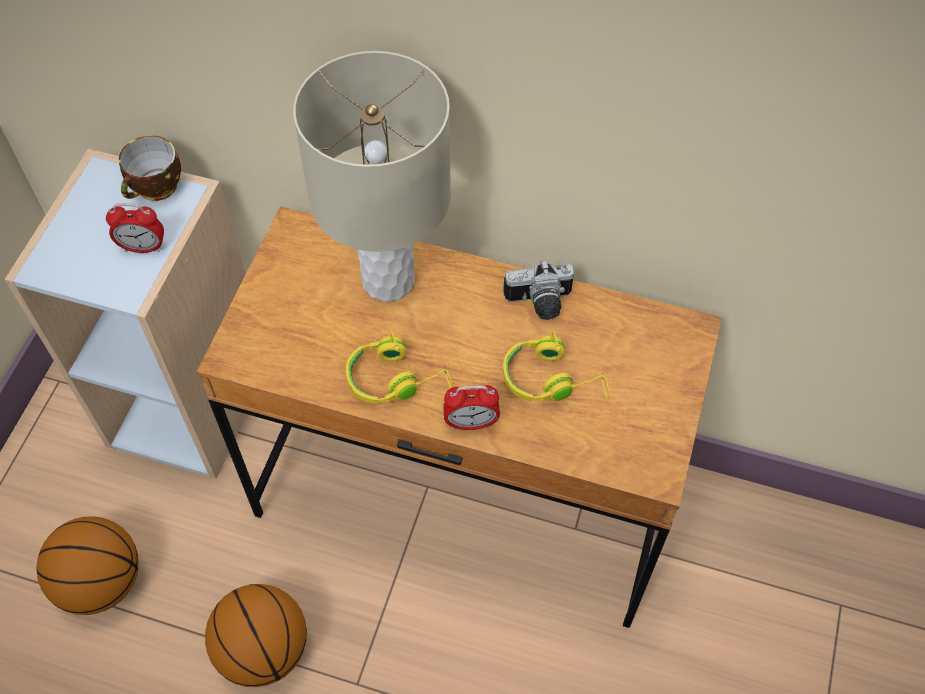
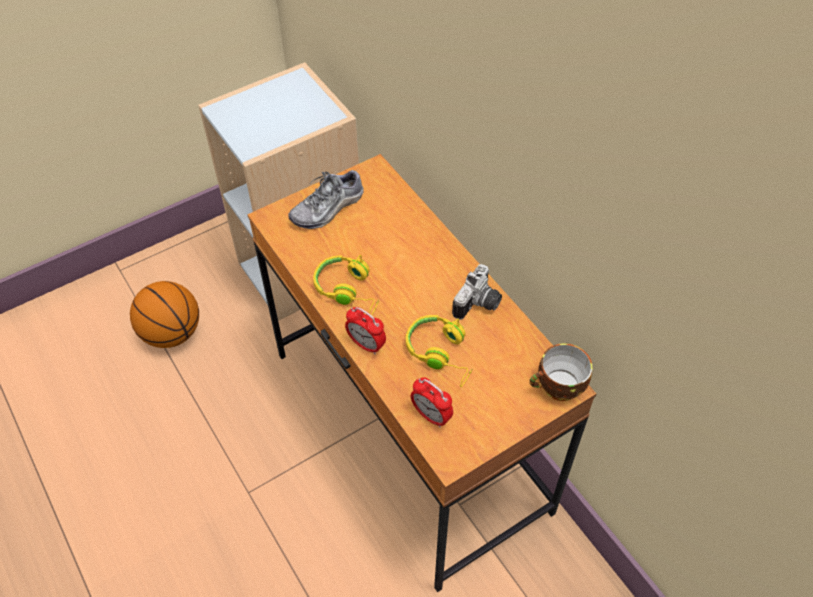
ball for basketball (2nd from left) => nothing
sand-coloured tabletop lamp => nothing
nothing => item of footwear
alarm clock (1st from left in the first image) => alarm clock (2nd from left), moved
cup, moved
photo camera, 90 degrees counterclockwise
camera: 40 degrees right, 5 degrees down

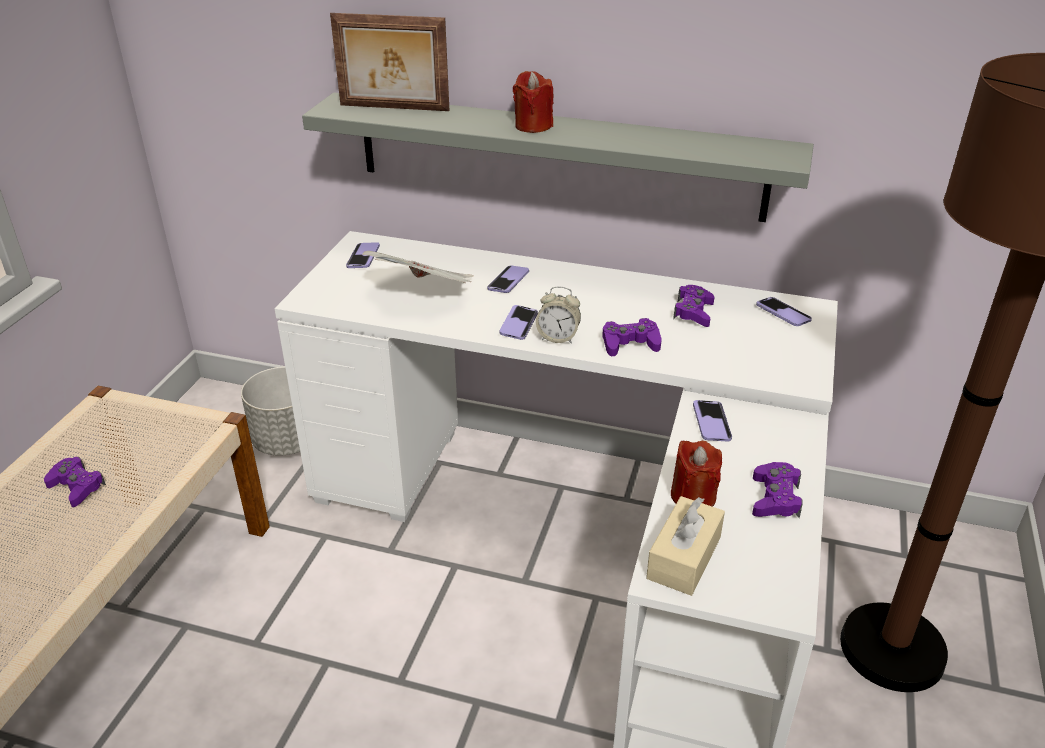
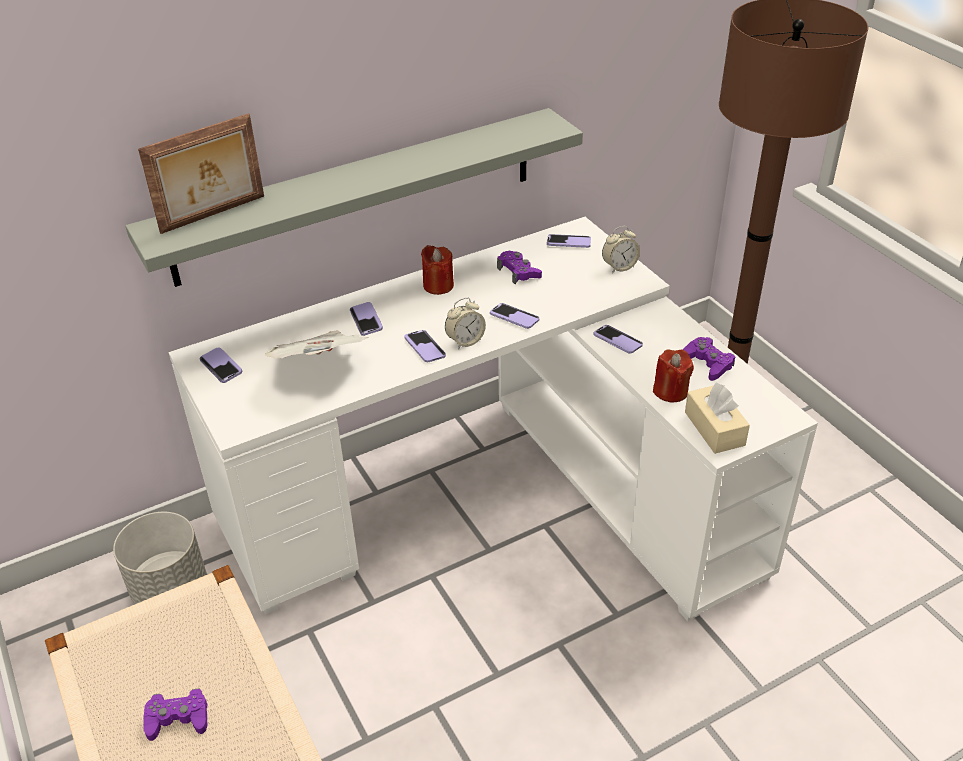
nothing => alarm clock (2nd from left)
red-coloured wax light (1st from left), moved
purple game controller (2nd from left) => phone (4th from left)
camera: 45 degrees left, 5 degrees up

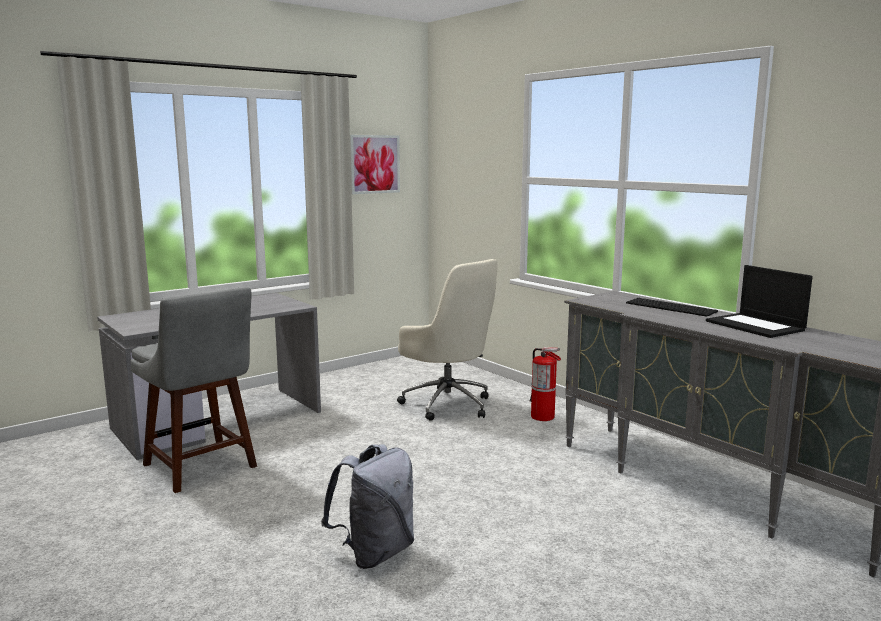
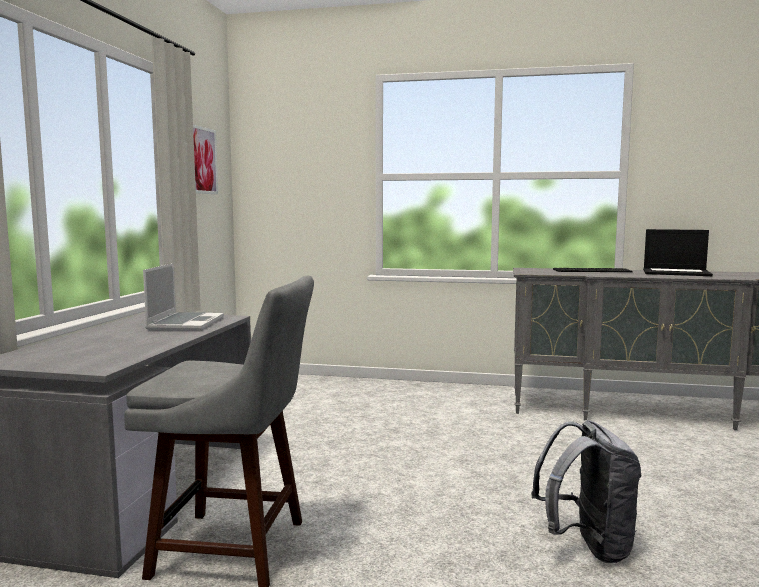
sand-coloured computer chair => nothing
extinguisher => nothing
nothing => laptop (1st from left)
camera: 40 degrees left, 5 degrees down

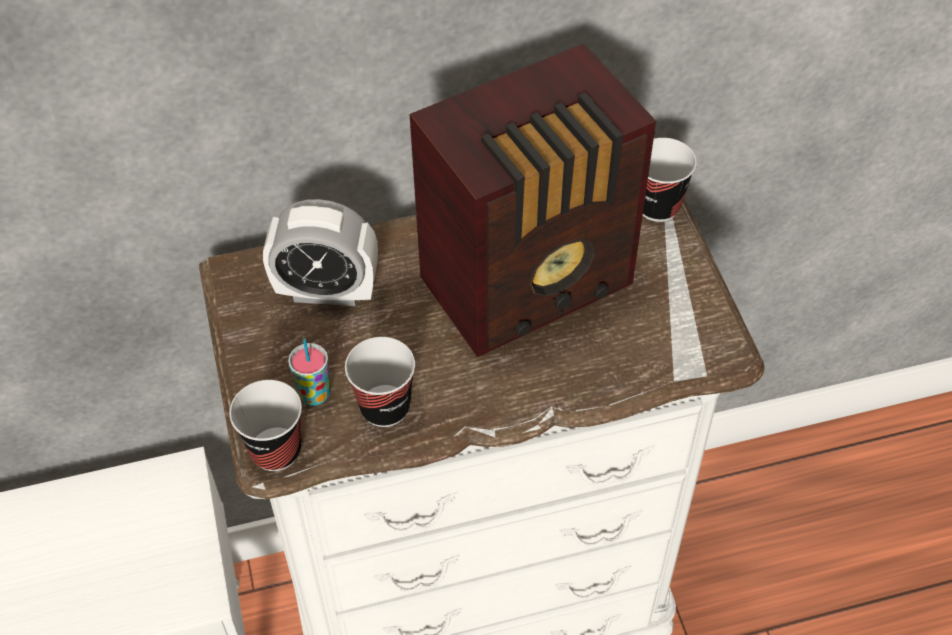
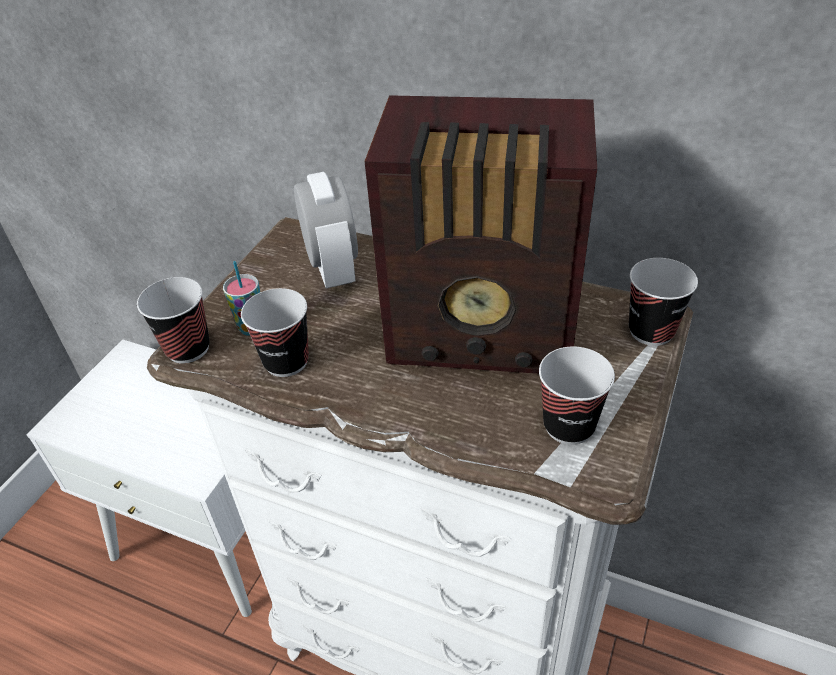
nothing => cup (4th from left)
alarm clock, 150 degrees counterclockwise
camera: 40 degrees right, 10 degrees down

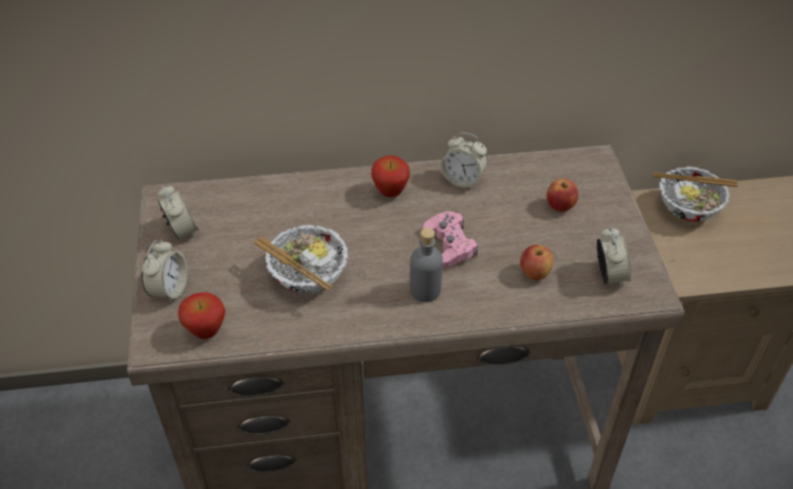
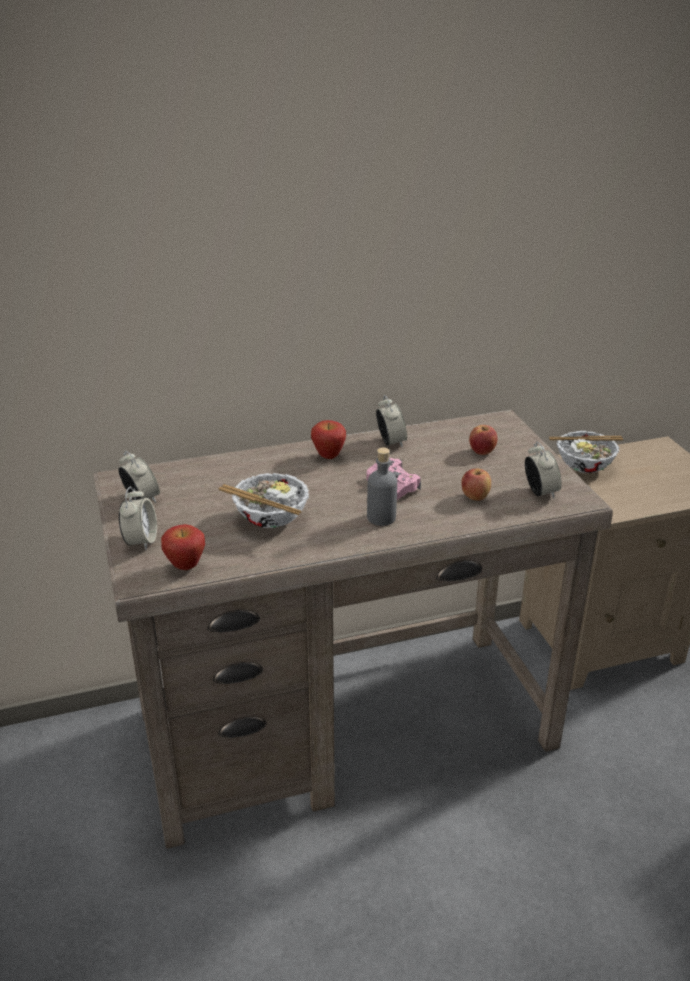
alarm clock (3rd from left), 120 degrees counterclockwise
camera: 10 degrees left, 15 degrees down

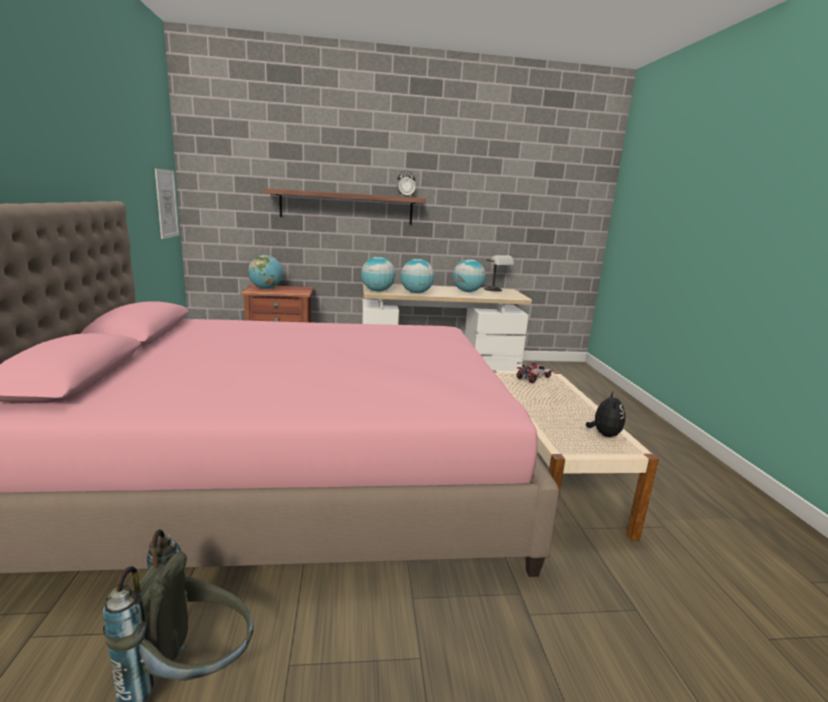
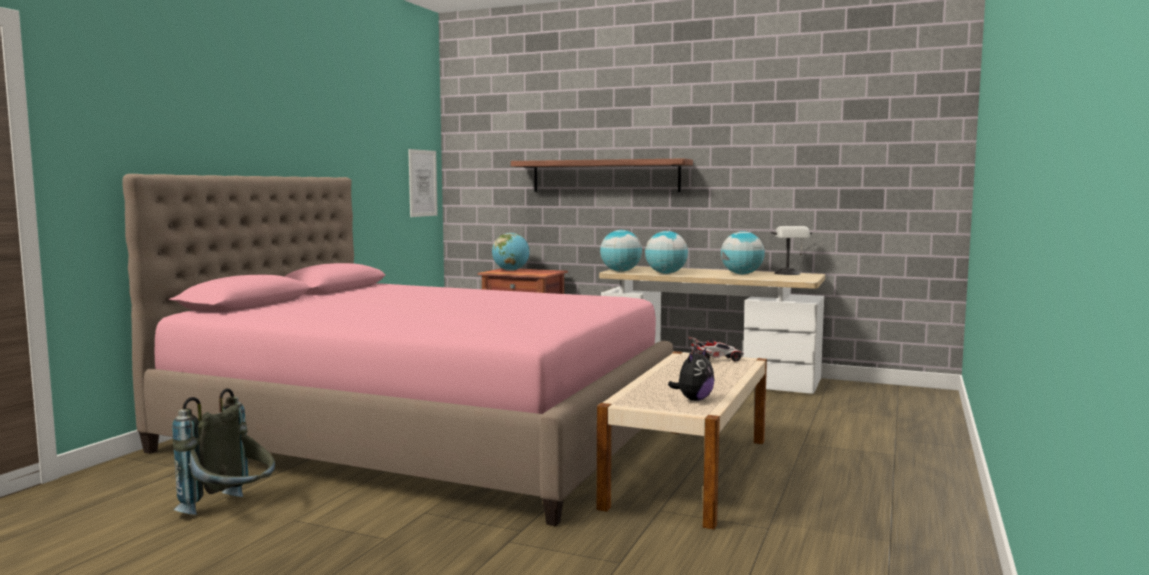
alarm clock => nothing
camera: 30 degrees right, 10 degrees down

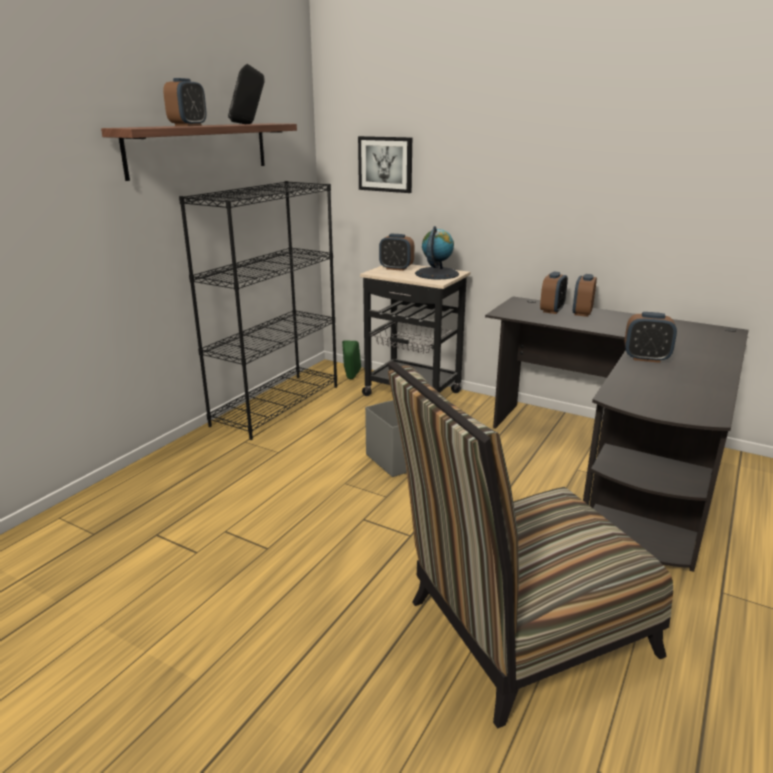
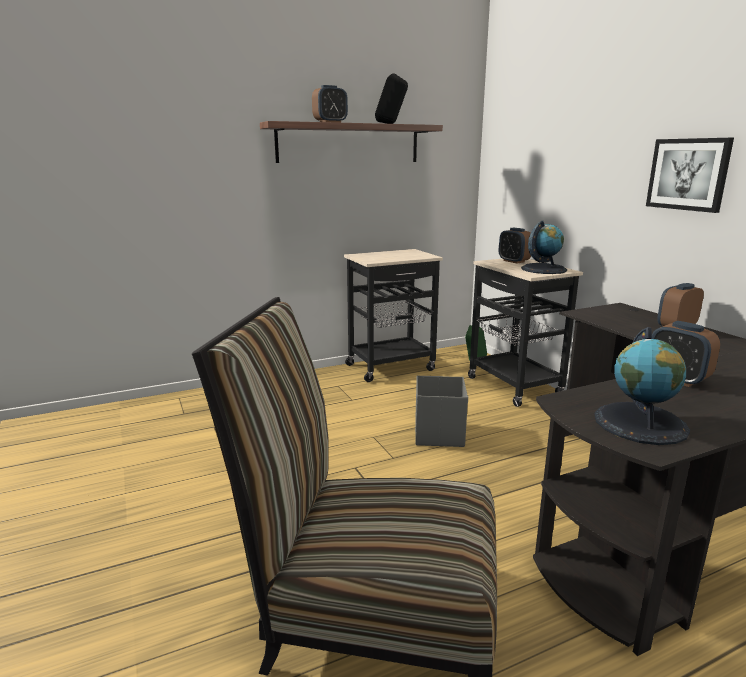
alarm clock (3rd from left) => nothing
nothing => desk globe (2nd from left)
wall picture, moved
blackish bookshelf => wheeled cart (1st from left)
camera: 35 degrees right, 5 degrees down

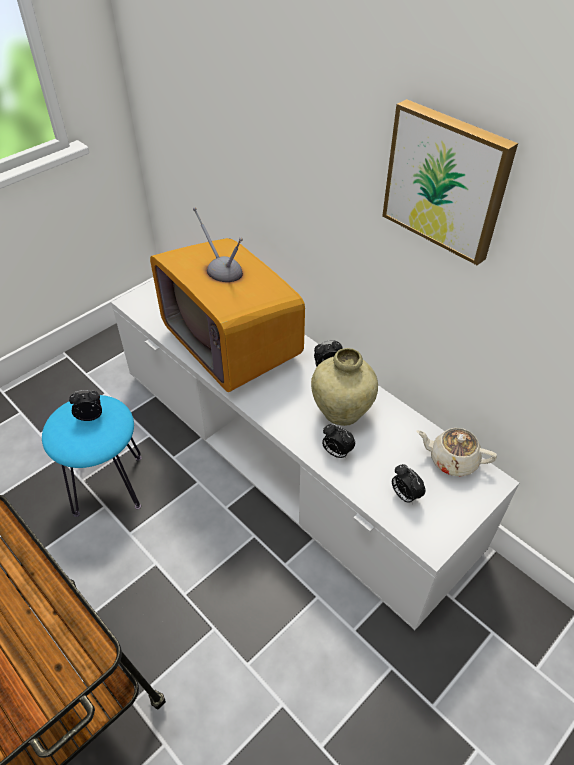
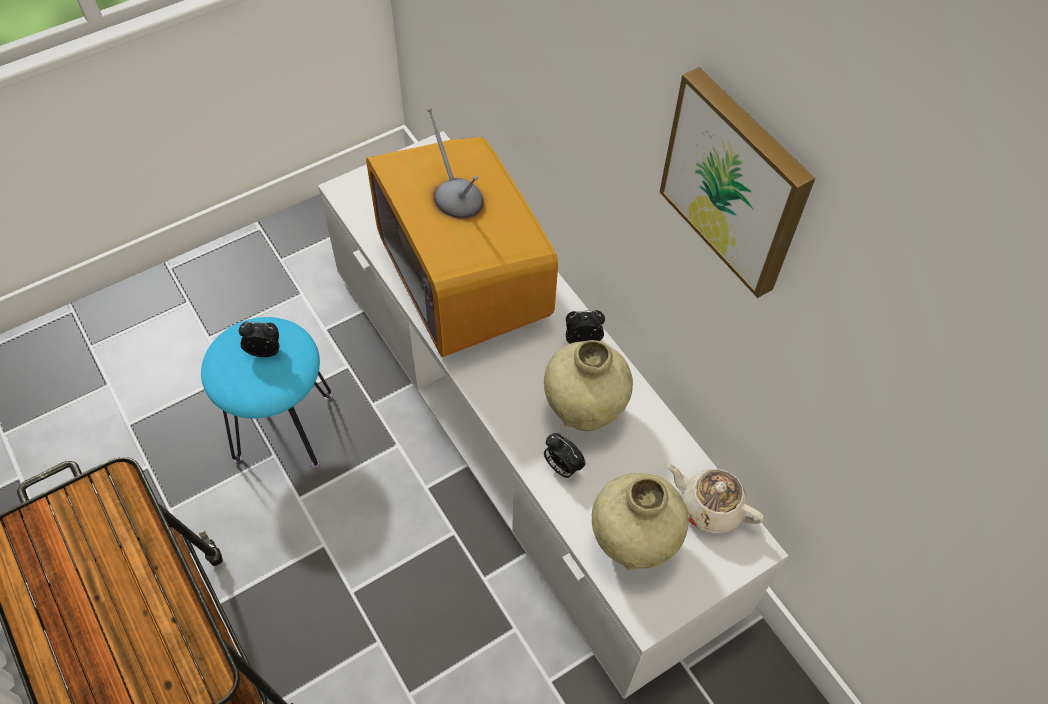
alarm clock (4th from left) => sand-coloured decorative vase (2nd from left)
camera: 10 degrees right, 10 degrees up

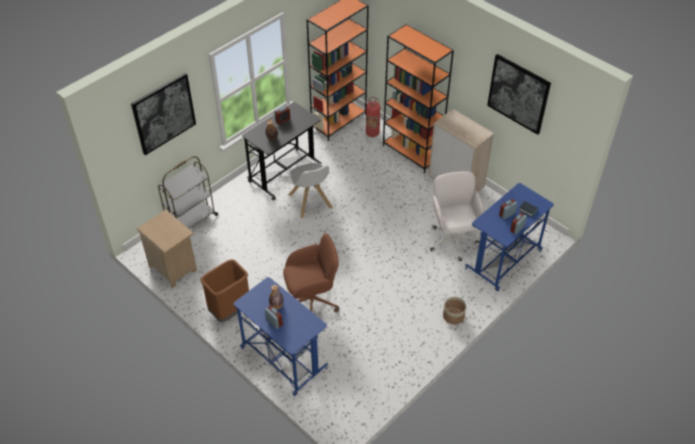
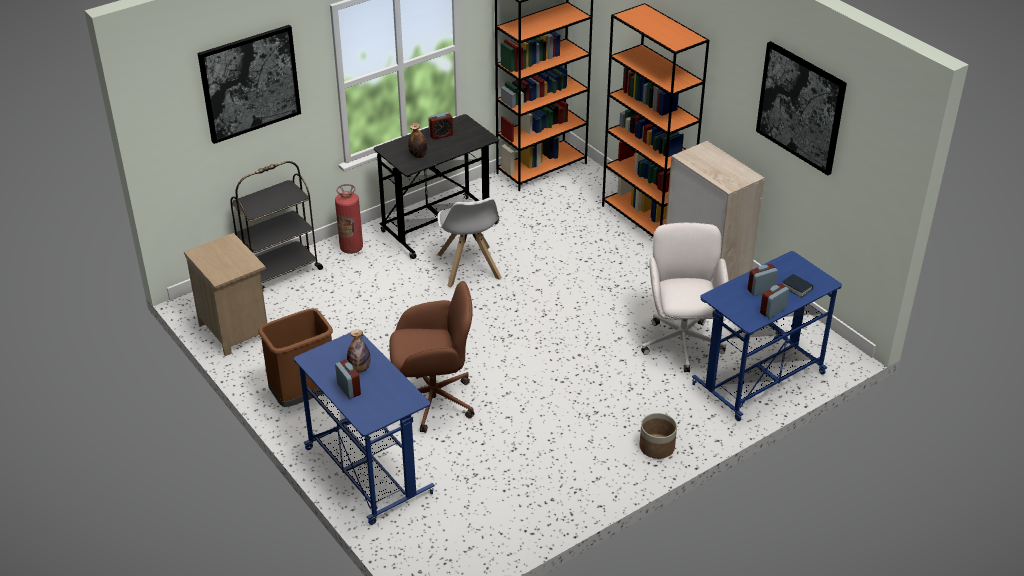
extinguisher, moved
camera: 10 degrees right, 10 degrees down

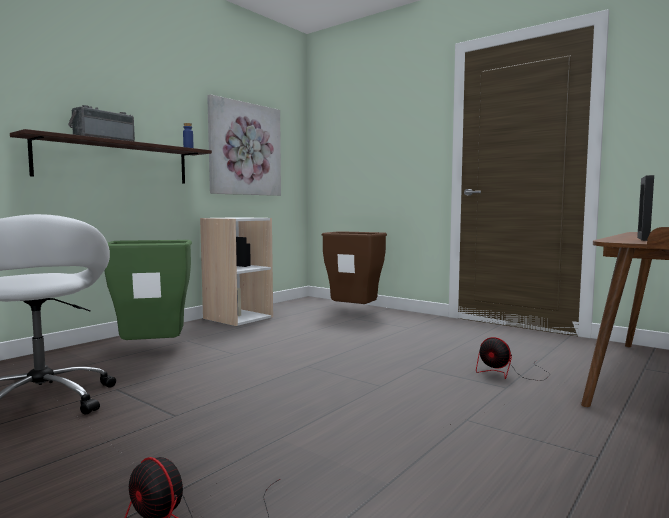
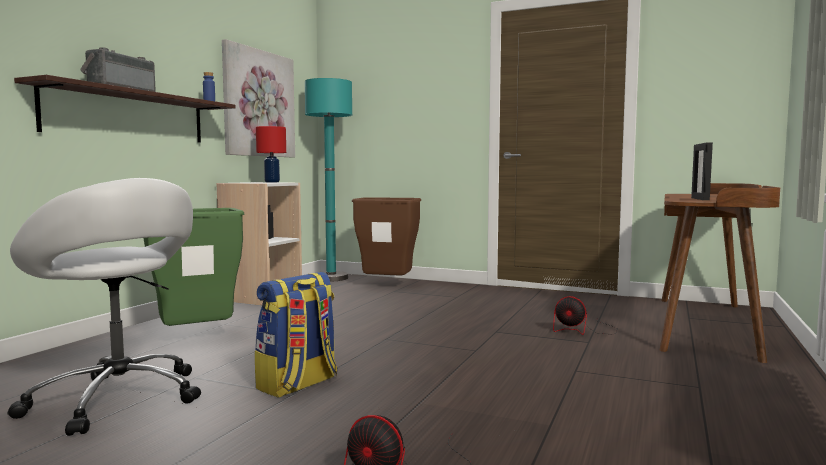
nothing => backpack
nothing => red-coloured tabletop lamp
nothing => blue-green standing lamp
camera: 15 degrees left, 0 degrees up

